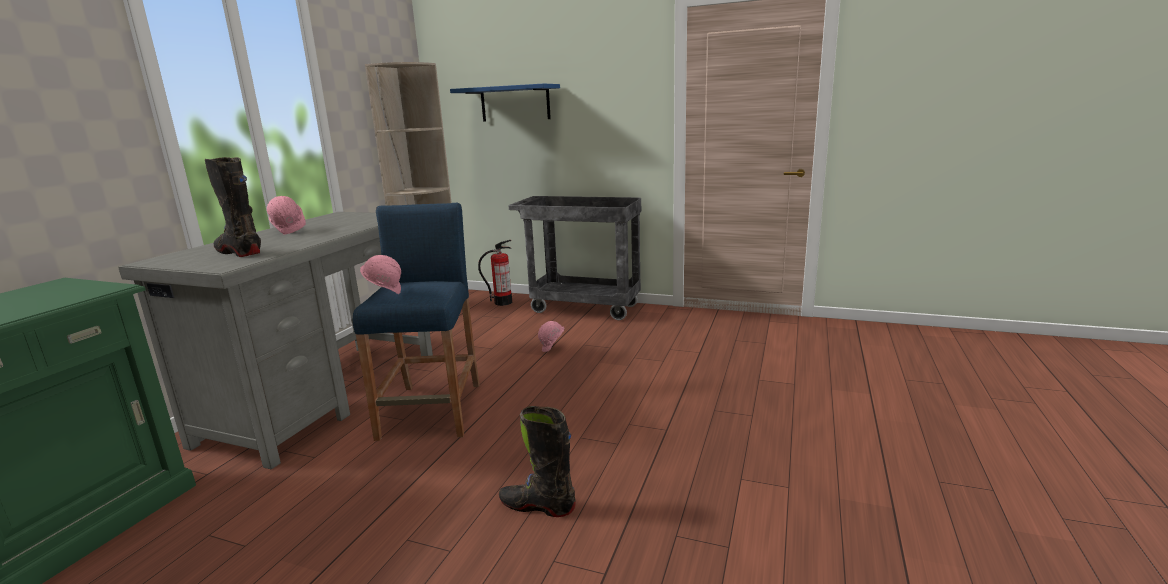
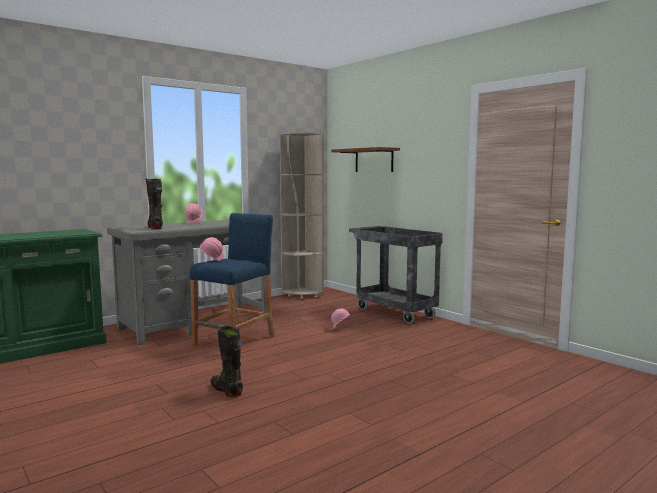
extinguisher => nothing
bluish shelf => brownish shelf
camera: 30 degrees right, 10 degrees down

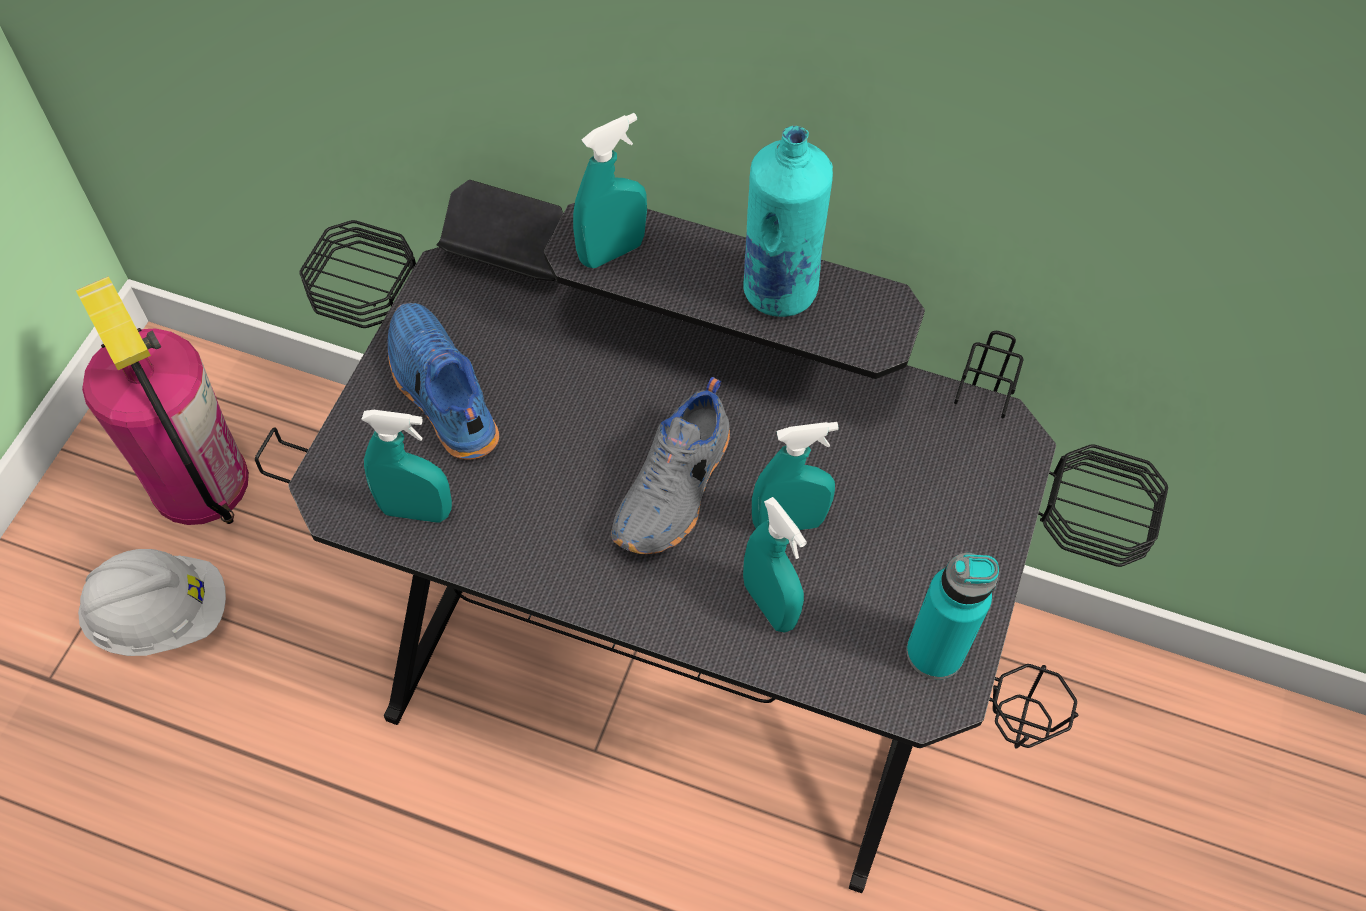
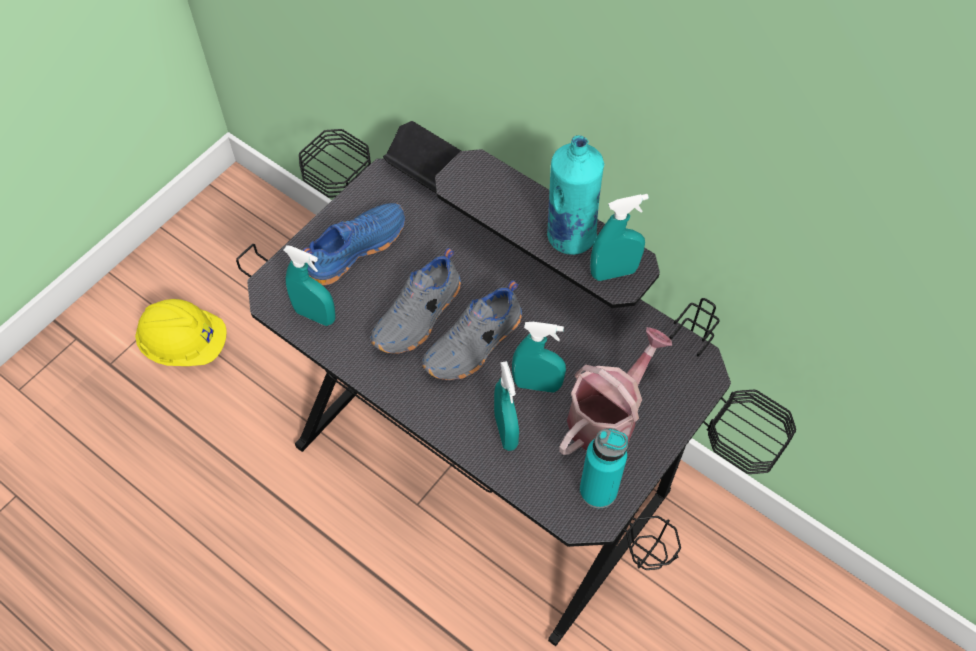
extinguisher => nothing
nothing => grey item of footwear (1st from left)
nothing => watering pot
blue-green sprayer (2nd from left in the first image) => blue-green sprayer (4th from left), moved
white work helmet => yellow work helmet
bluish item of footwear, 60 degrees clockwise
camera: 20 degrees right, 0 degrees up

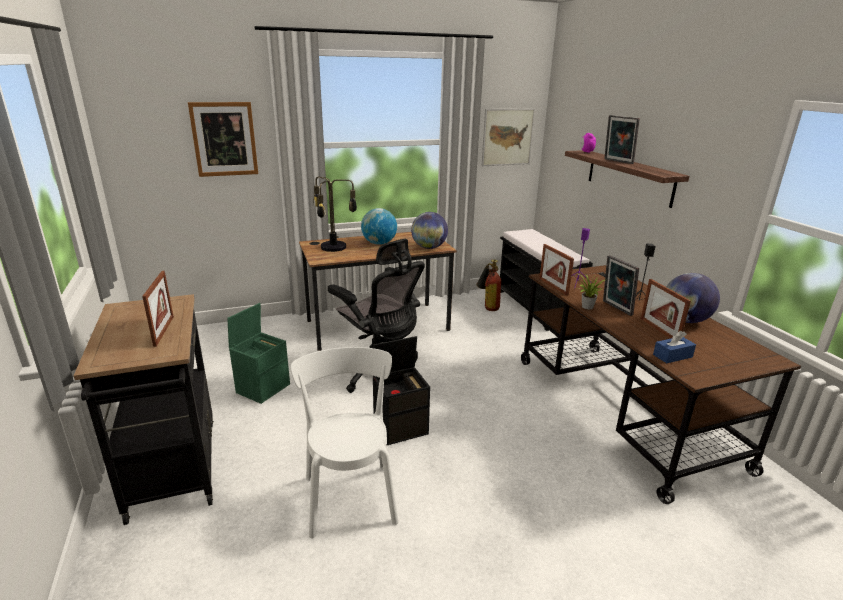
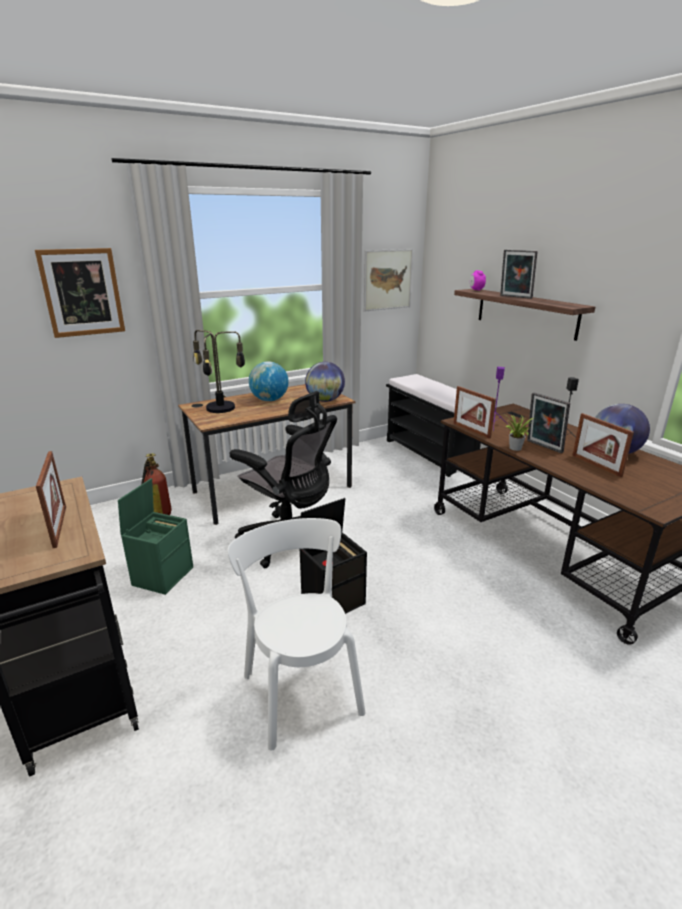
bluish tissue holder => nothing
extinguisher, moved
camera: 10 degrees left, 0 degrees up

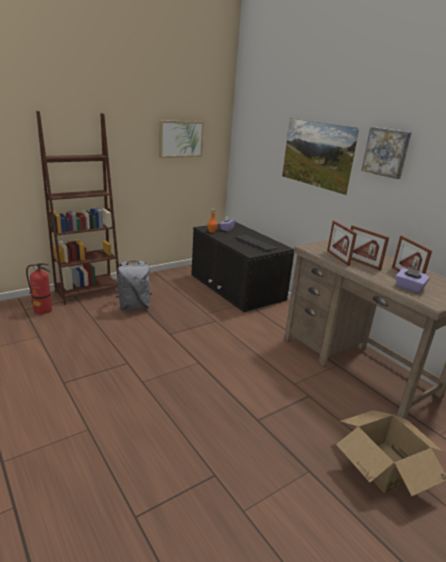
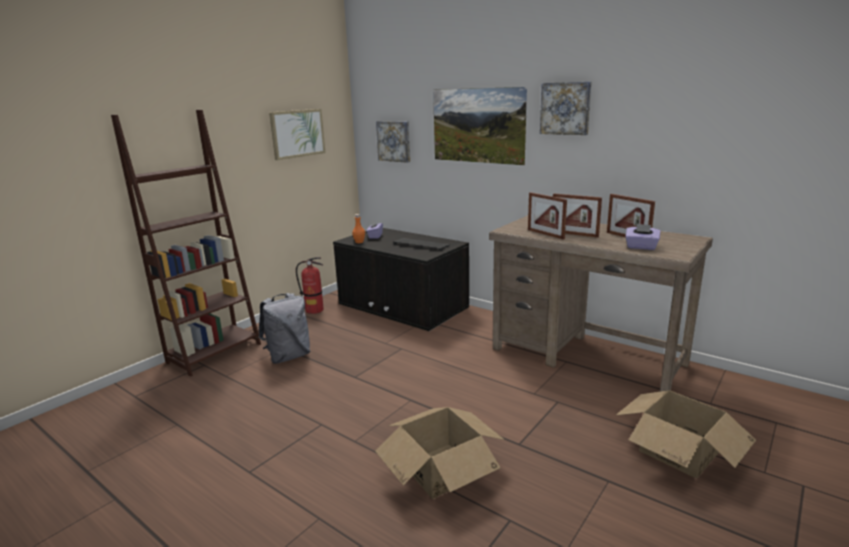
nothing => carton (1st from left)
nothing => wall picture (2nd from left)
extinguisher, moved
camera: 15 degrees left, 5 degrees down

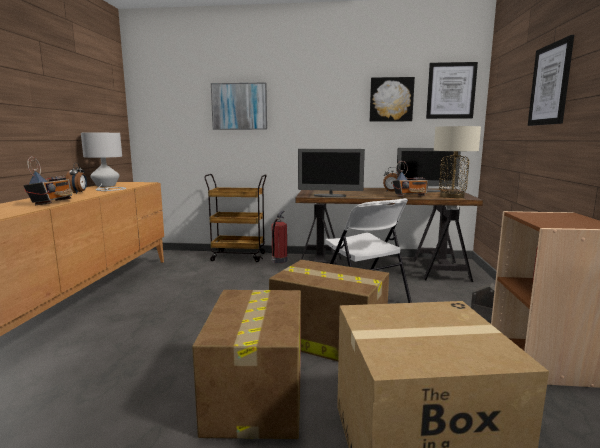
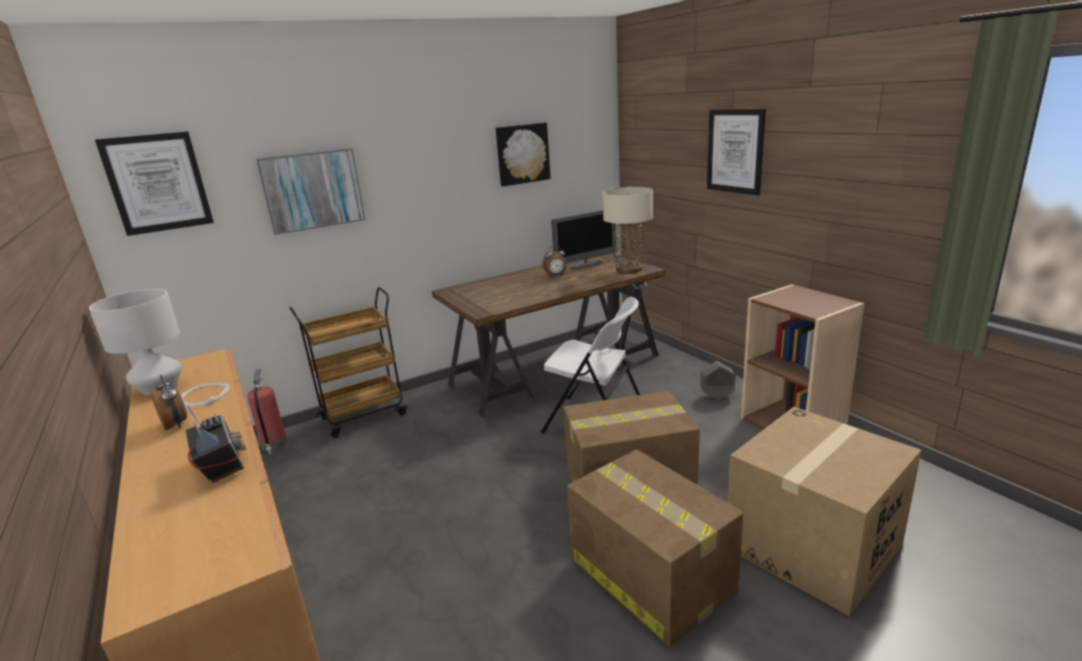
monitor (1st from left) => nothing
radio receiver (2nd from left) => nothing
extinguisher, moved
wall picture (3rd from left in the first image) => wall picture (1st from left), moved
camera: 35 degrees left, 10 degrees up

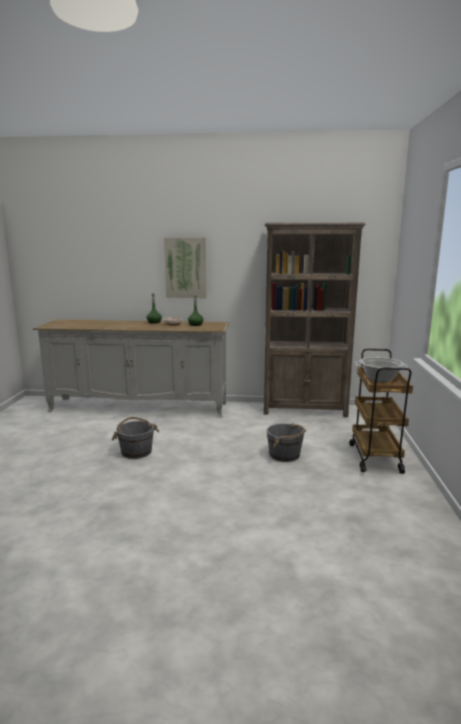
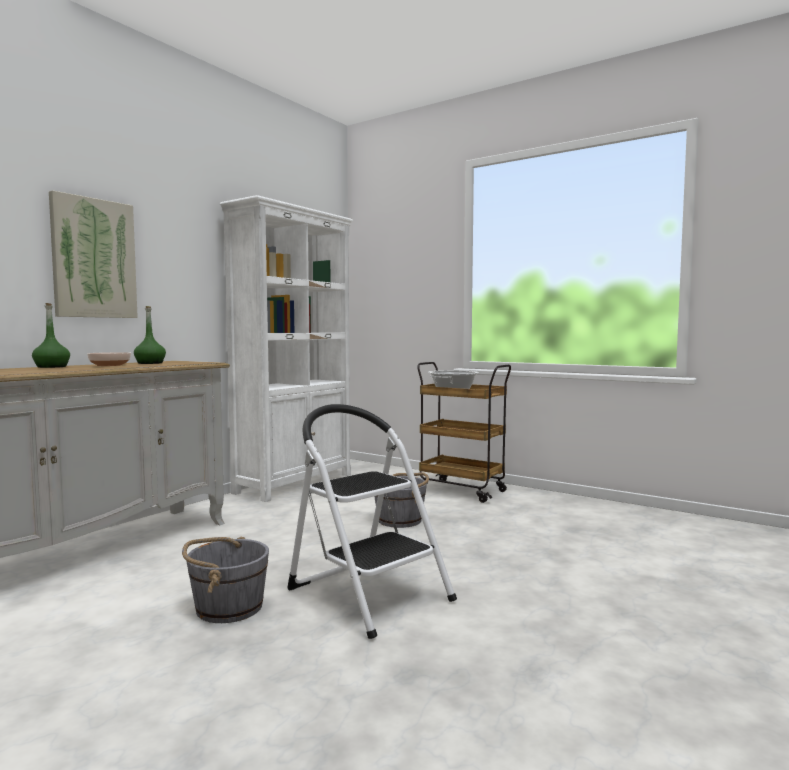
nothing => stepladder
brownish bookshelf => white bookshelf
camera: 60 degrees left, 10 degrees down

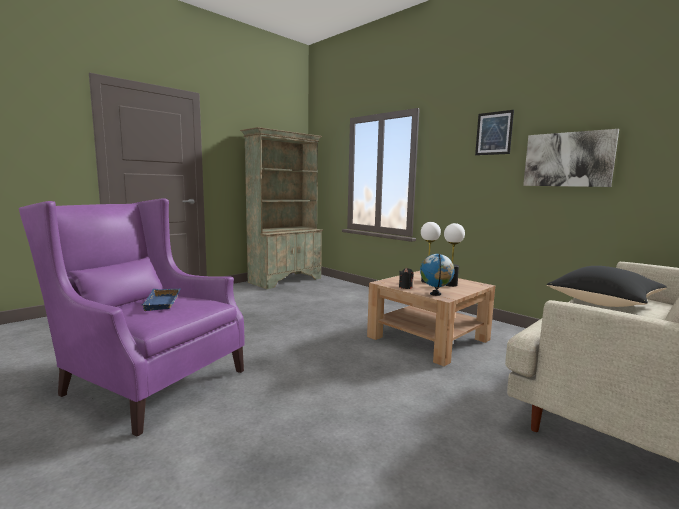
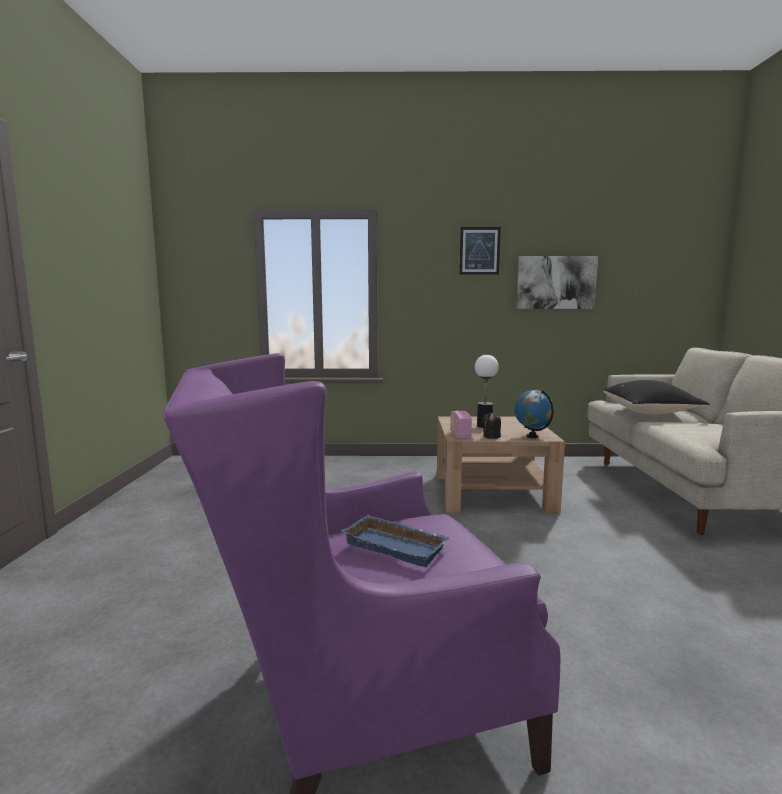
greenish bookshelf => nothing
tabletop lamp (2nd from left) => nothing
nothing => radio receiver
camera: 45 degrees left, 0 degrees up

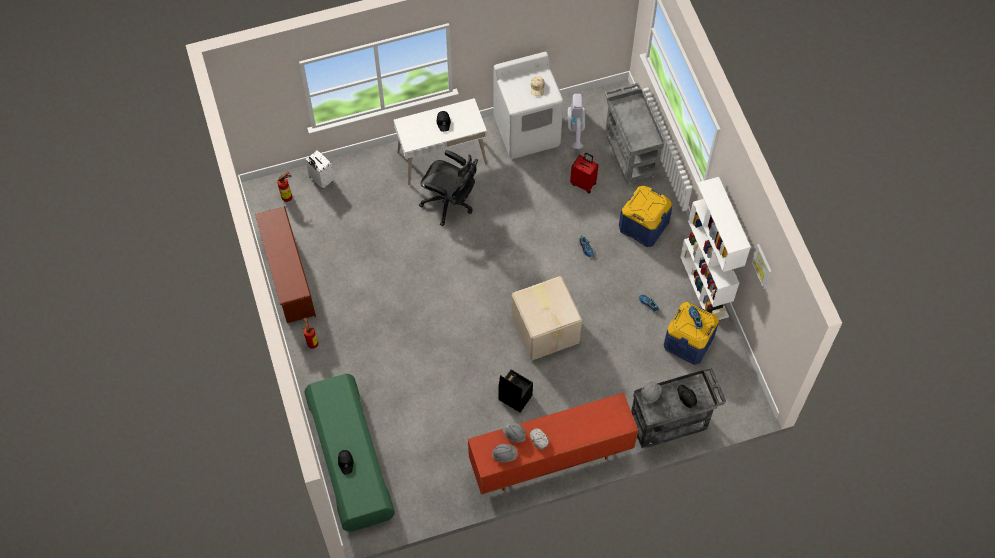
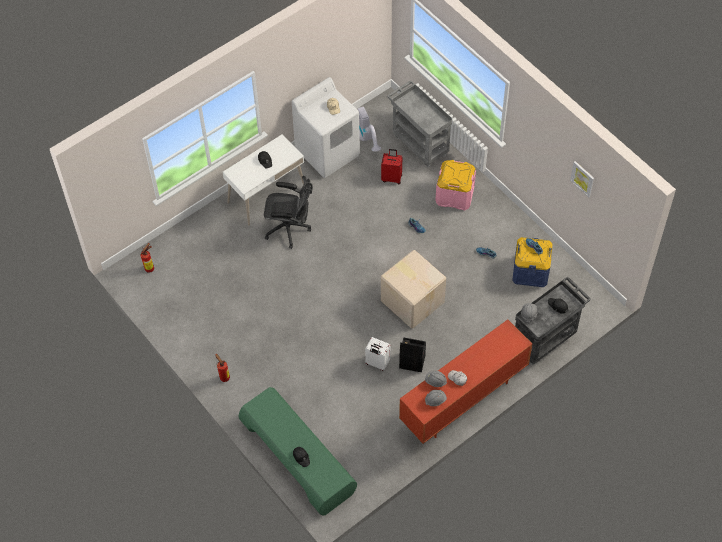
brownish shoe stand => nothing
white bookshelf => nothing
white travel case, moved
bluish storage container (1st from left) => pinkish storage container
camera: 20 degrees left, 5 degrees down

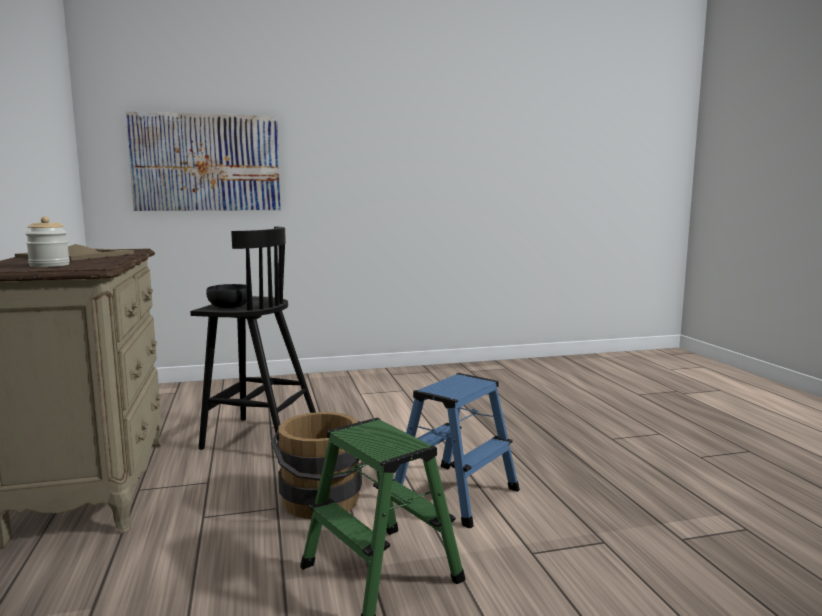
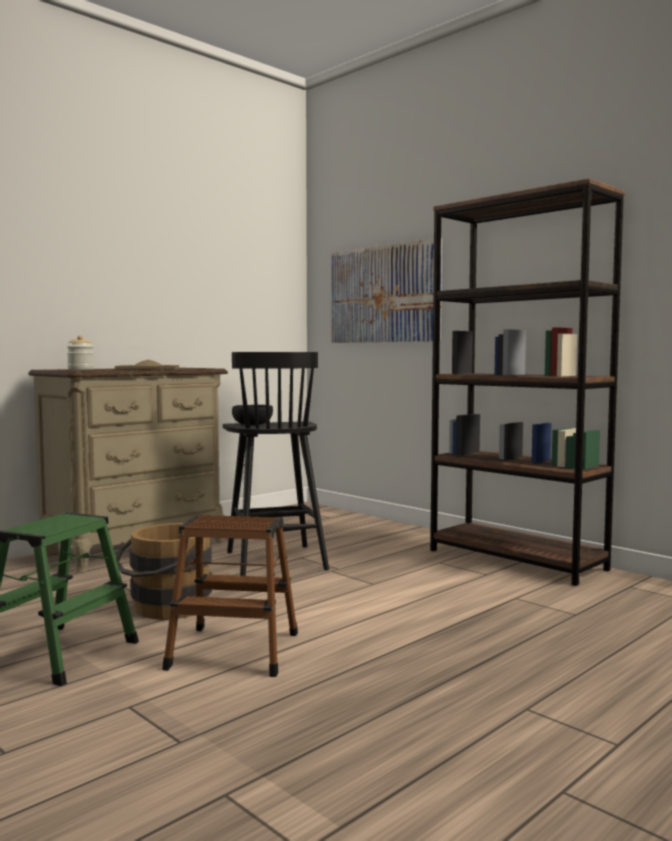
nothing => brownish bookshelf
bluish stepladder => brownish stepladder
camera: 60 degrees right, 5 degrees down

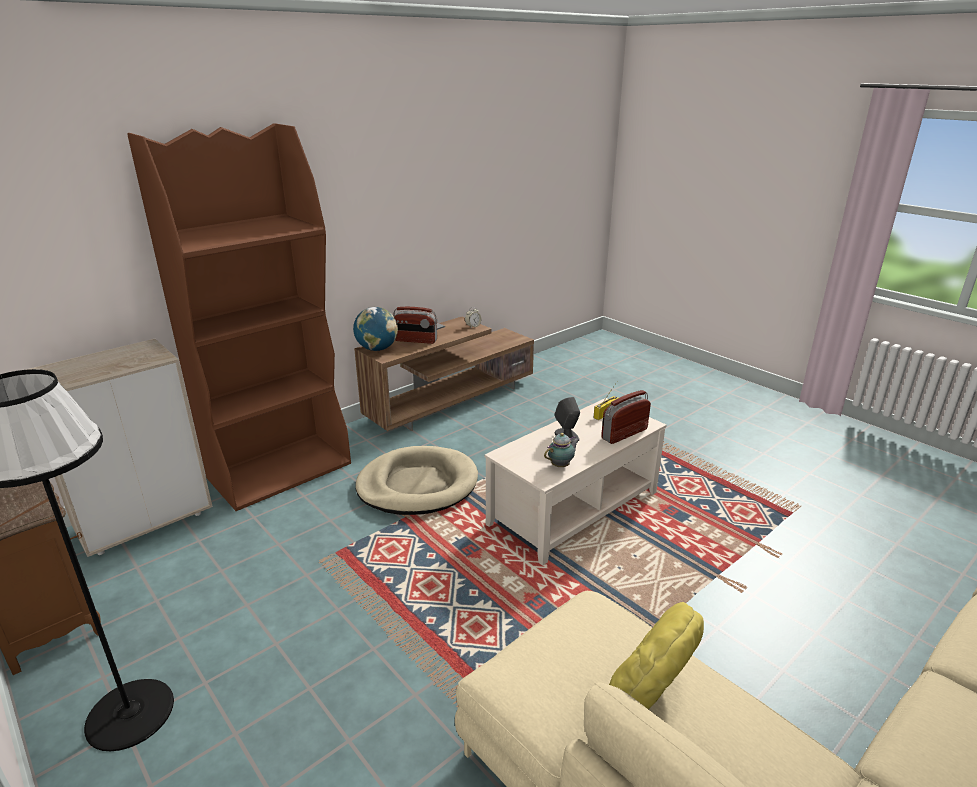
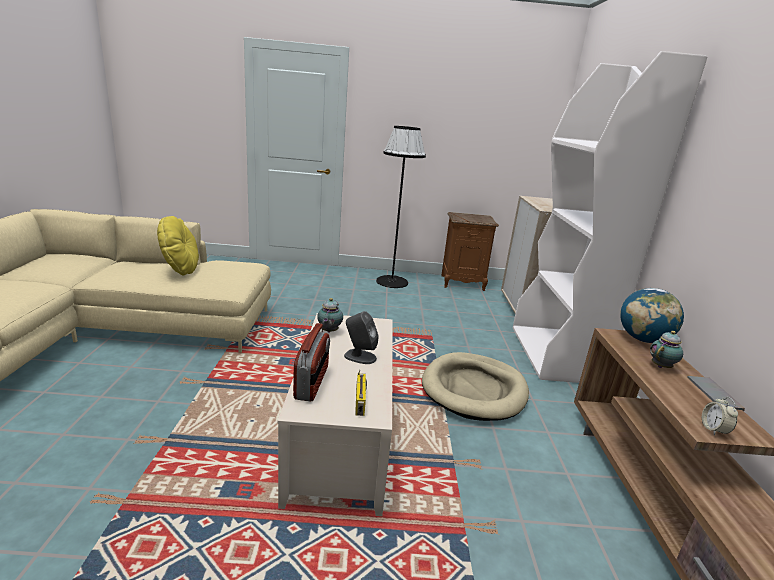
radio receiver (1st from left) => teapot (2nd from left)
brownish bookshelf => white bookshelf
camera: 130 degrees right, 5 degrees down

